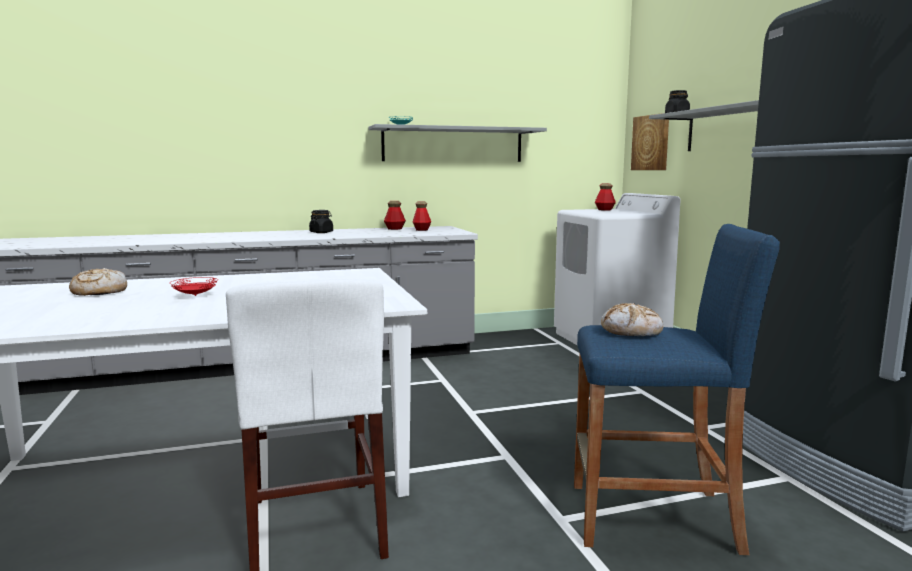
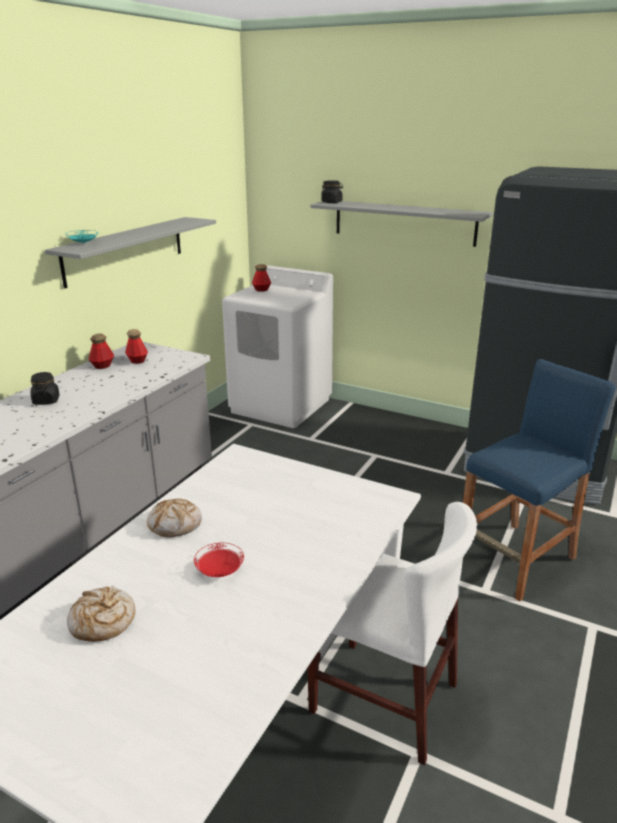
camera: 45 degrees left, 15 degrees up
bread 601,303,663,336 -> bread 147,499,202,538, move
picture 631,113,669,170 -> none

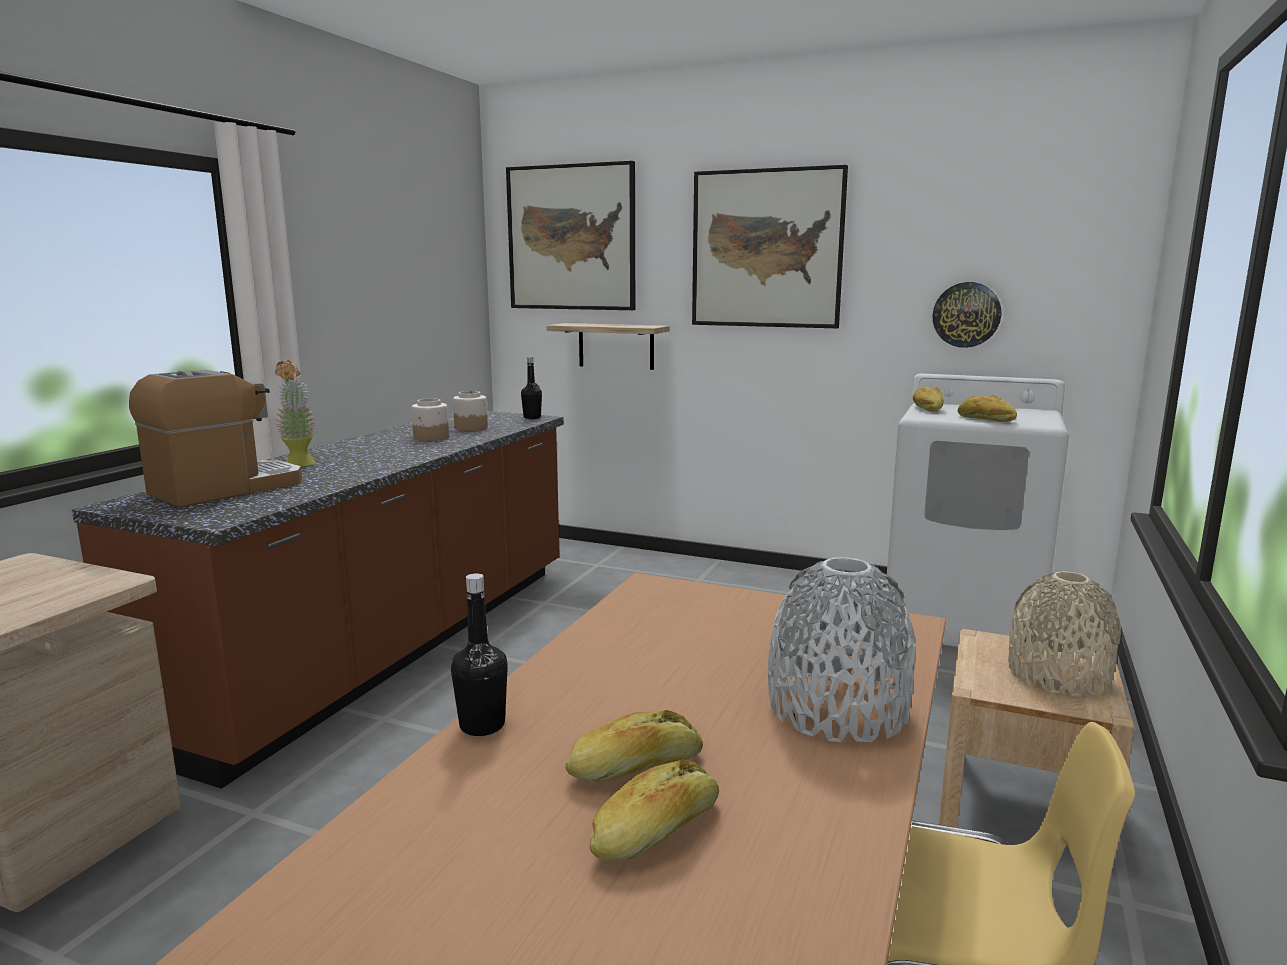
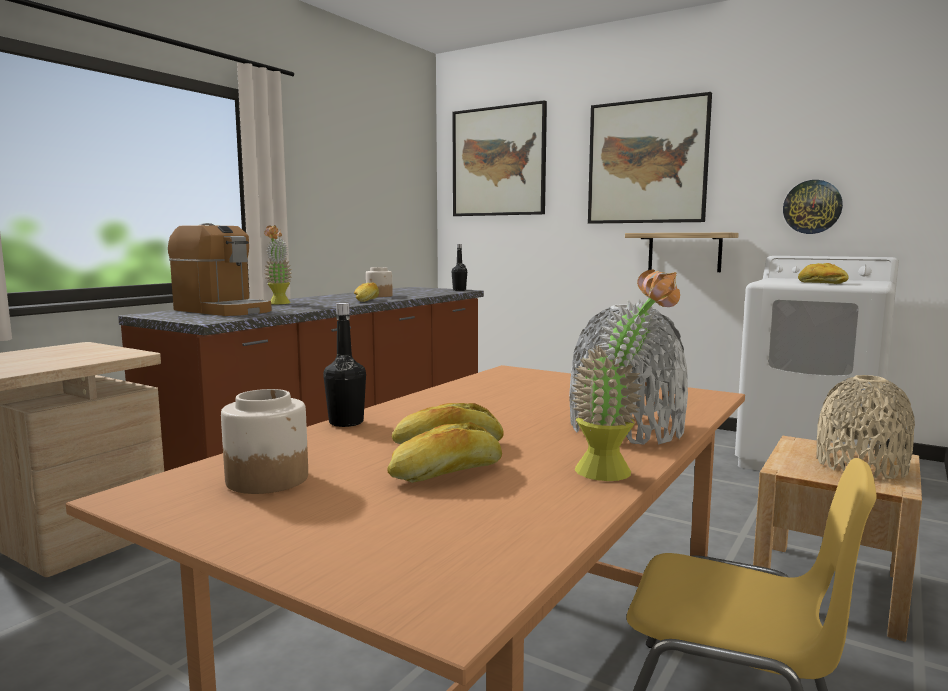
camera: 10 degrees right, 5 degrees down
coffee machine 129,370,302,508 -> coffee machine 168,223,272,316, 75 degrees clockwise
jar 453,391,488,431 -> jar 221,389,308,494, move
shelf 546,323,669,370 -> shelf 625,233,739,272, move
bread 913,387,944,412 -> bread 354,283,379,302, move
none -> potted plant 571,270,680,481

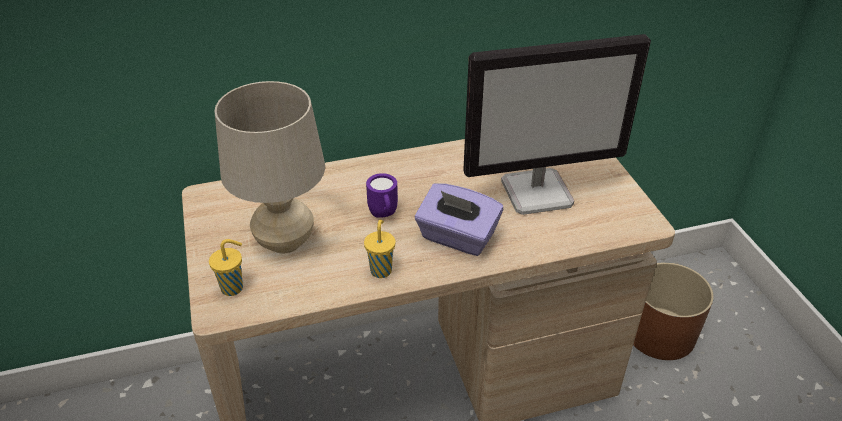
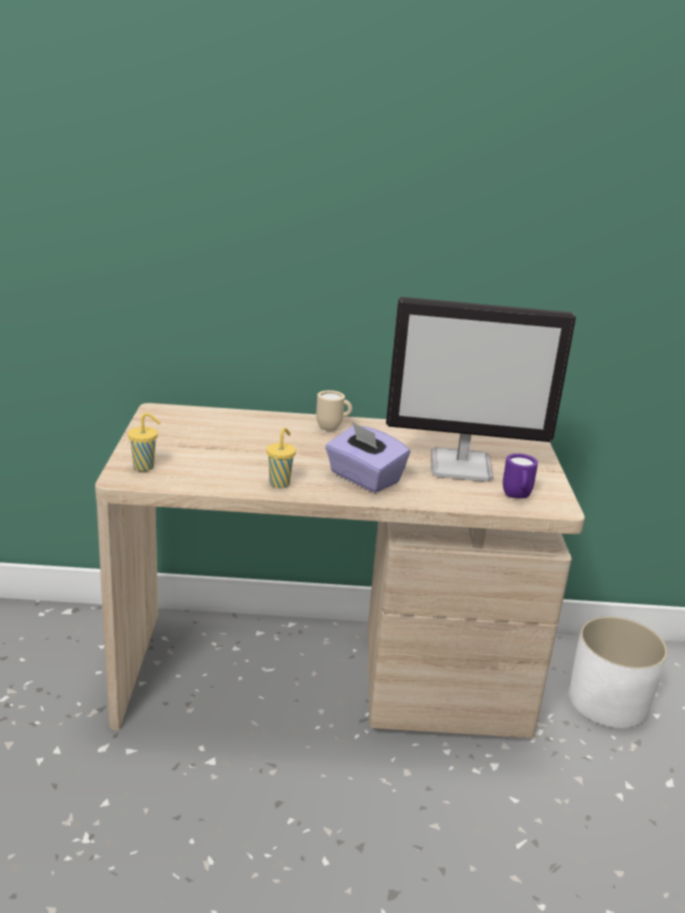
camera: 15 degrees right, 15 degrees down
beige table lamp 214,81,325,254 -> none
purple mug 366,173,398,218 -> purple mug 503,453,538,498, move
brown planter 633,262,714,360 -> white planter 569,616,668,729
none -> beige mug 316,390,352,431

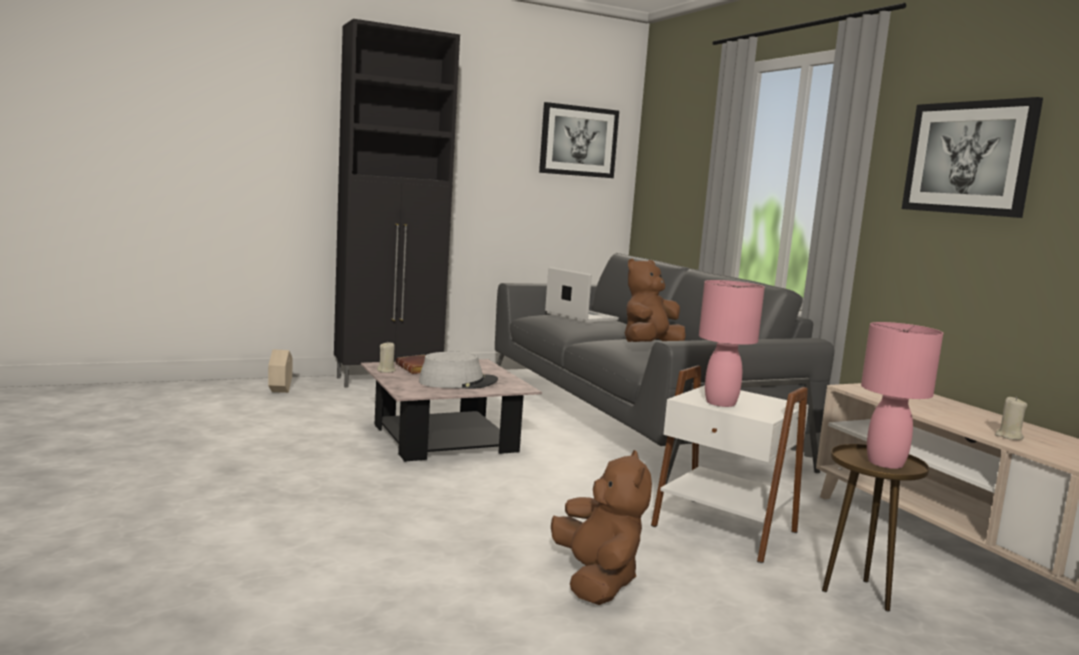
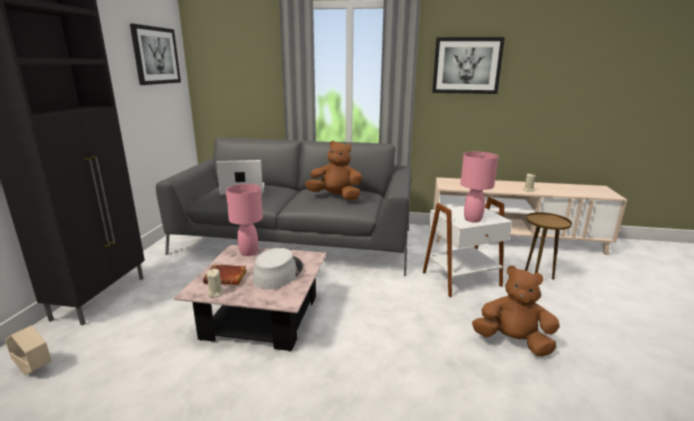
camera: 55 degrees left, 10 degrees up
brown plush toy 625,259,686,342 -> brown plush toy 305,141,362,200, 120 degrees clockwise
pink table lamp 861,322,943,469 -> pink table lamp 226,184,263,256, move

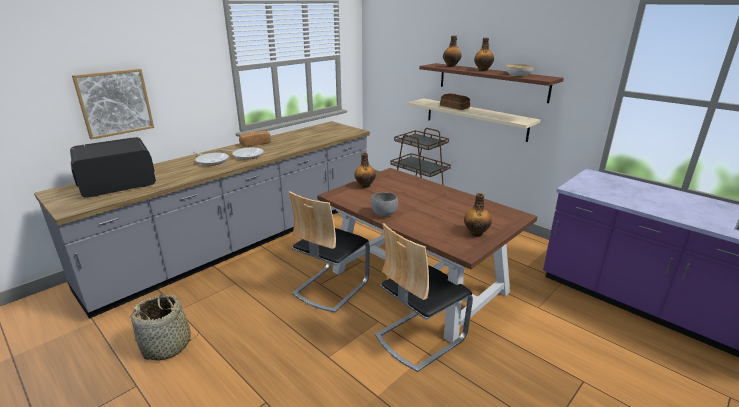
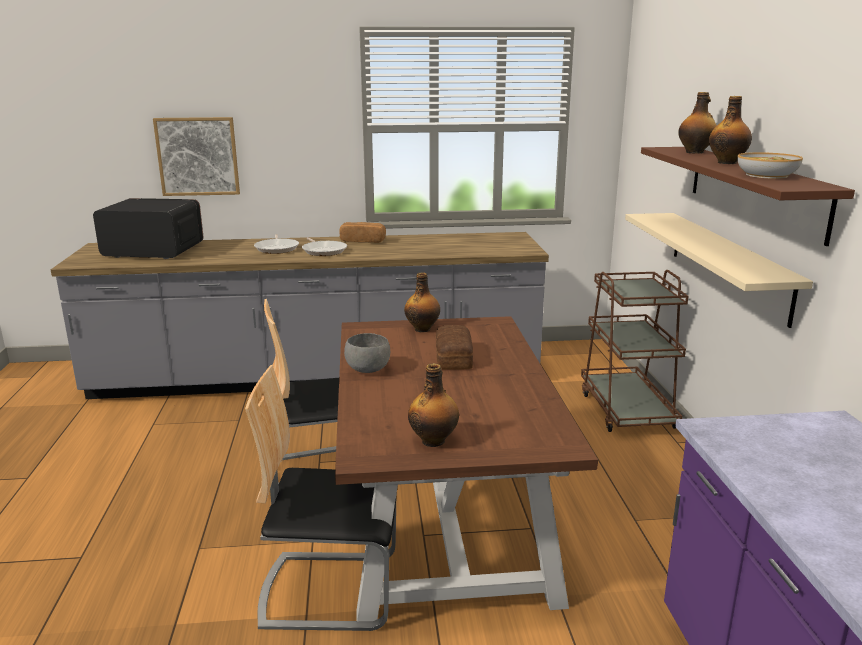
camera: 40 degrees right, 5 degrees down
basket 130,294,198,361 -> none
bread 440,93,470,110 -> bread 436,325,473,369, move

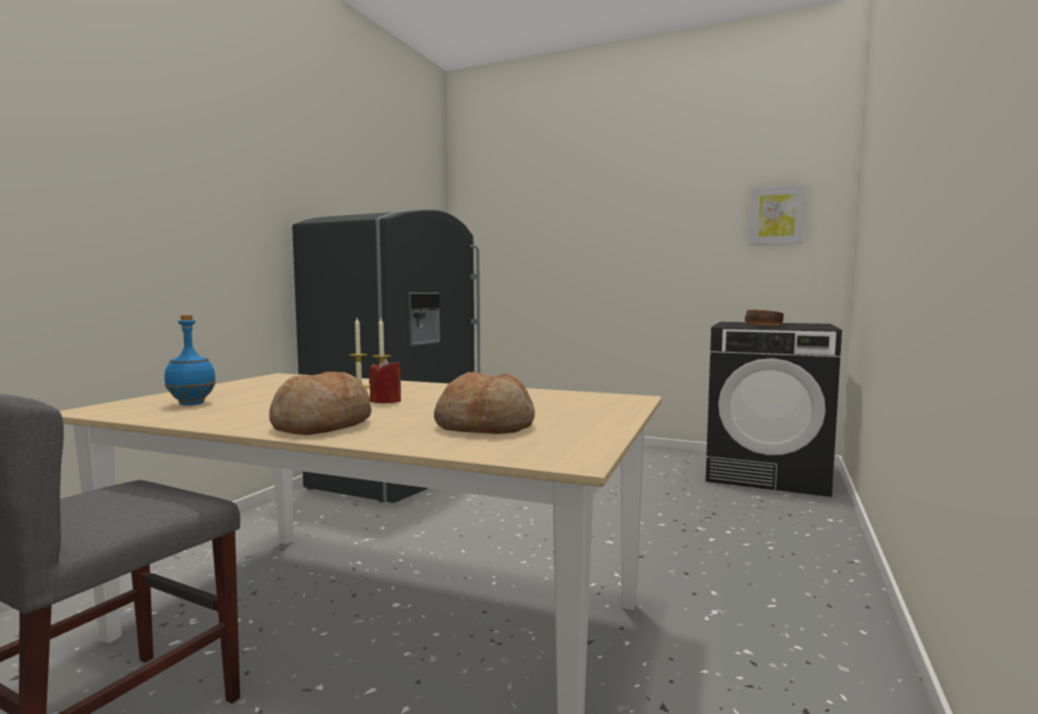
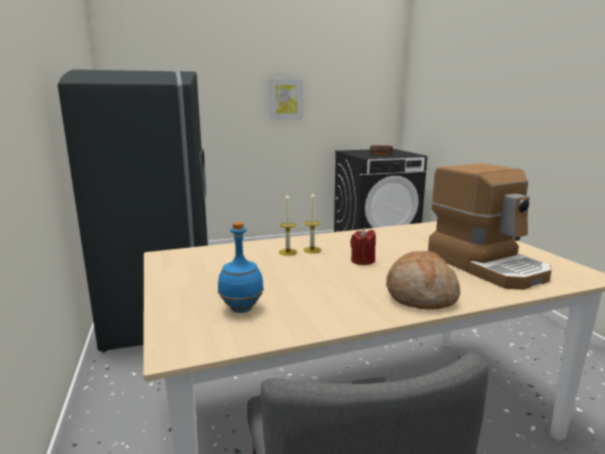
camera: 40 degrees left, 10 degrees up
bread 434,372,535,434 -> coffee machine 428,164,551,290
picture 749,184,806,245 -> picture 269,79,303,119, move

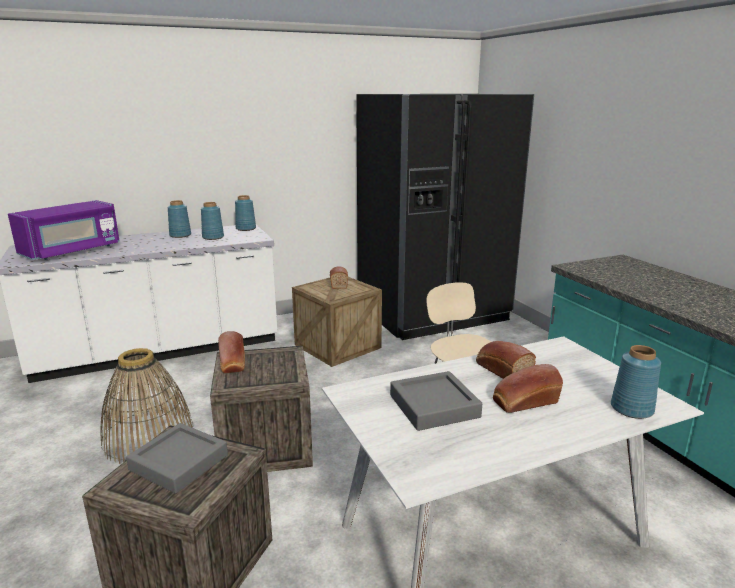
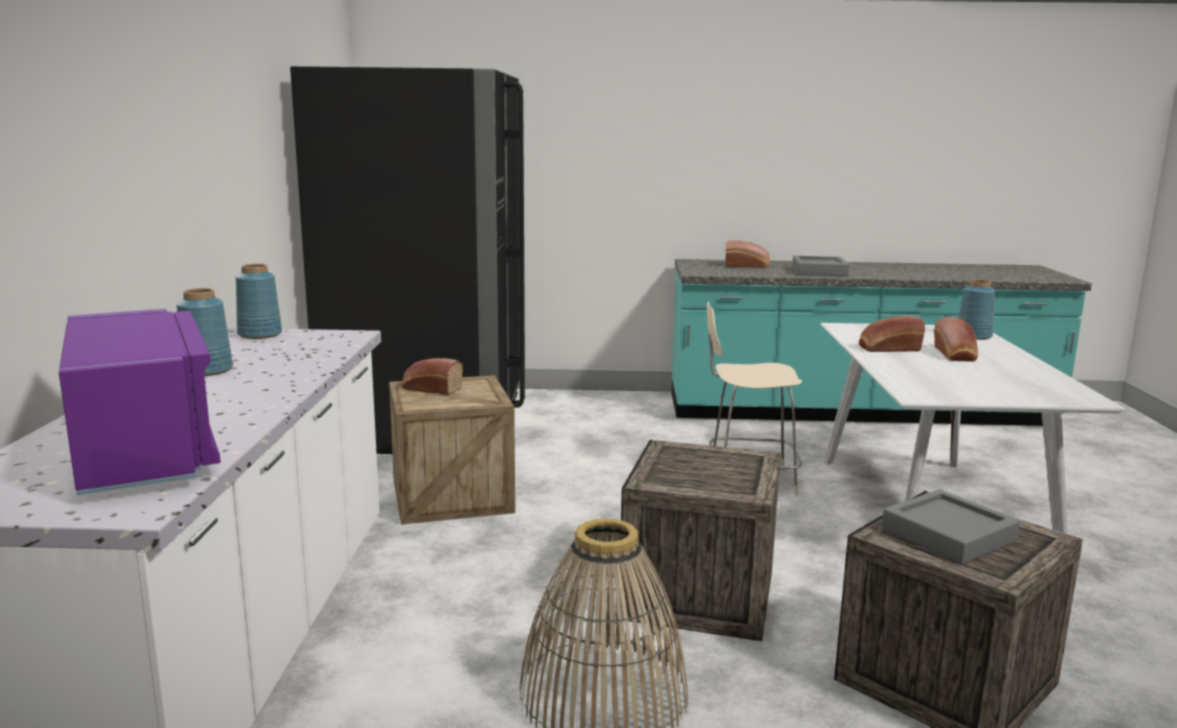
camera: 65 degrees left, 5 degrees down
blue vase 201,202,224,240 -> none
bread 218,331,245,373 -> bread 725,240,770,268, move
grey tray 390,371,482,431 -> grey tray 792,256,850,276, move

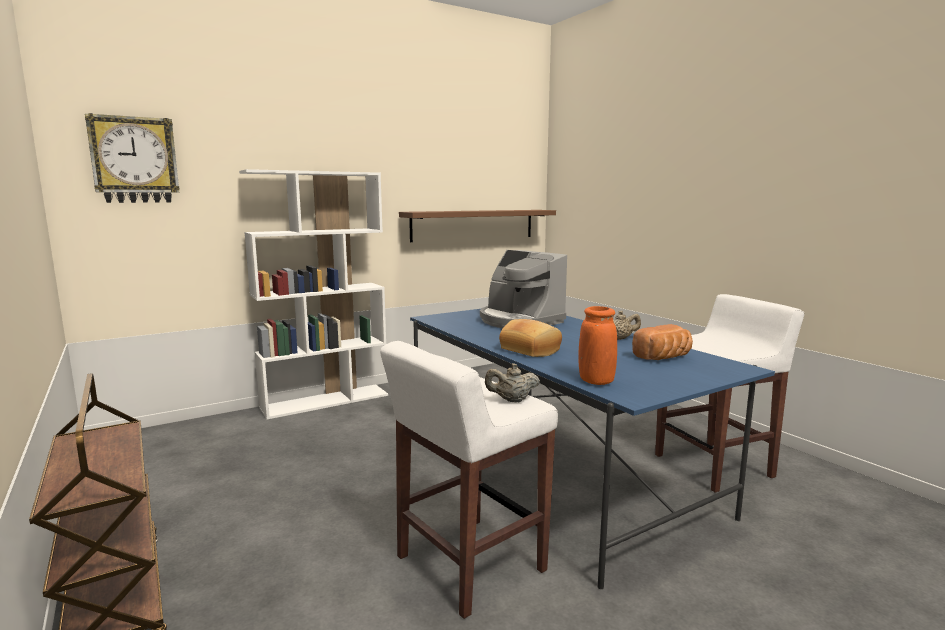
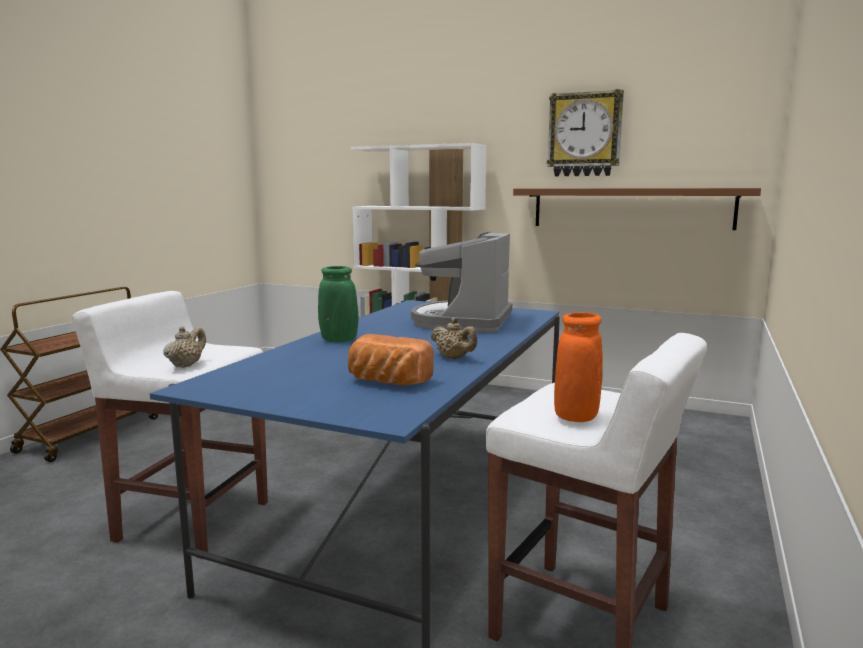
camera: 55 degrees right, 0 degrees up
wall clock 85,113,180,203 -> wall clock 547,89,624,176, move
beige teapot 485,363,540,402 -> beige teapot 164,326,206,368, 60 degrees clockwise
bread 499,319,562,357 -> green vase 318,266,358,342
orange vase 578,306,617,385 -> orange vase 554,312,603,422, move

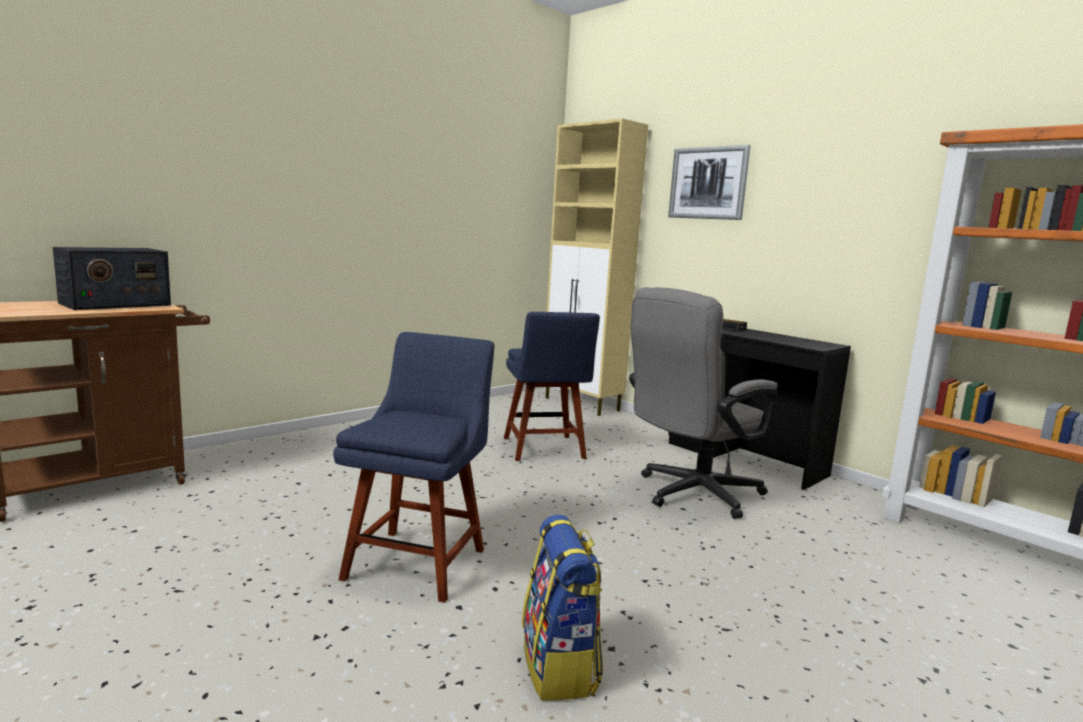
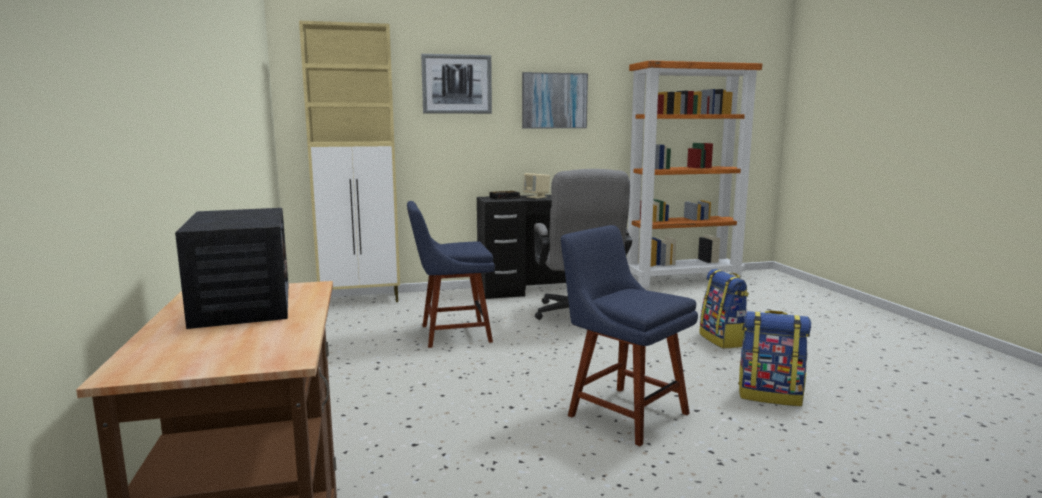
camera: 60 degrees left, 0 degrees up
blue chair 504,312,600,461 -> blue chair 407,201,495,348, 150 degrees clockwise
none -> picture 522,72,588,128
none -> beige speaker 523,173,550,199
none -> backpack 699,269,749,349

